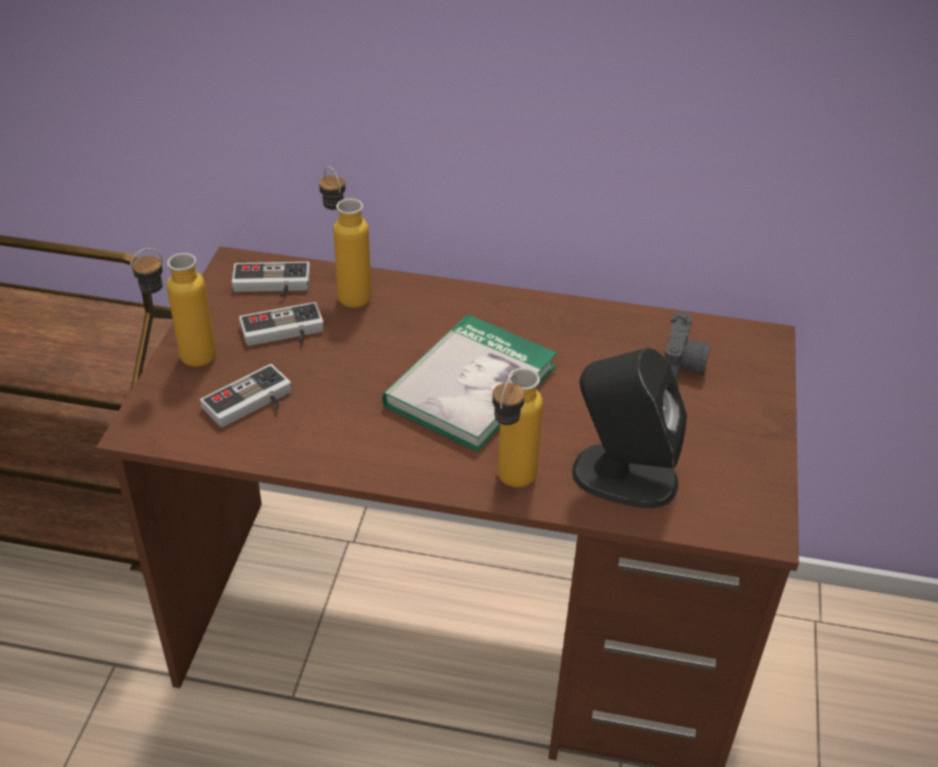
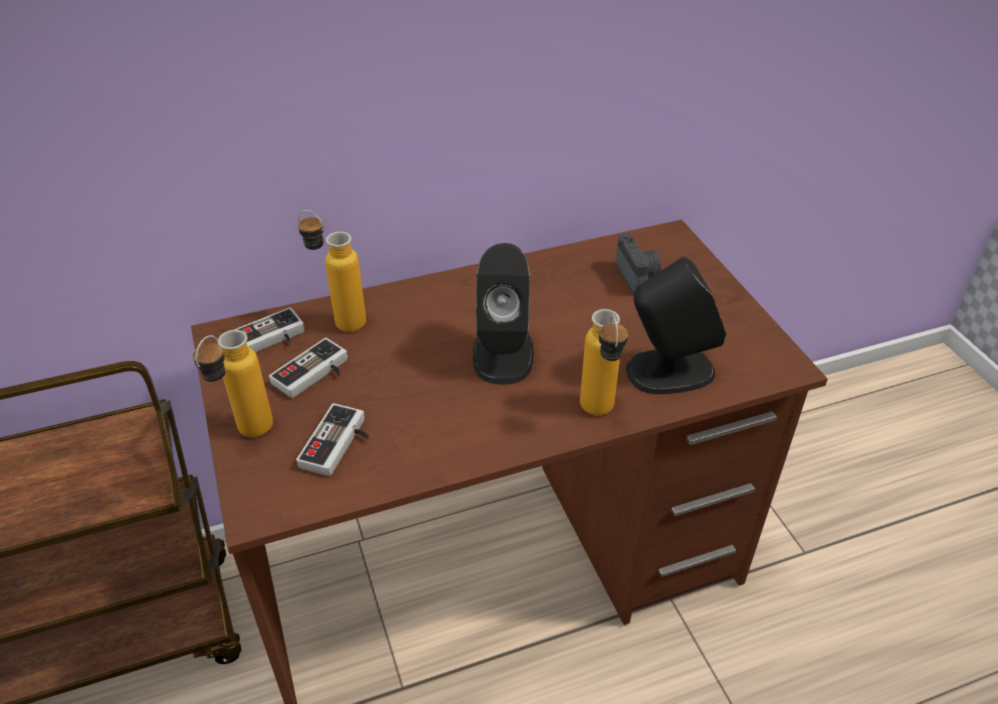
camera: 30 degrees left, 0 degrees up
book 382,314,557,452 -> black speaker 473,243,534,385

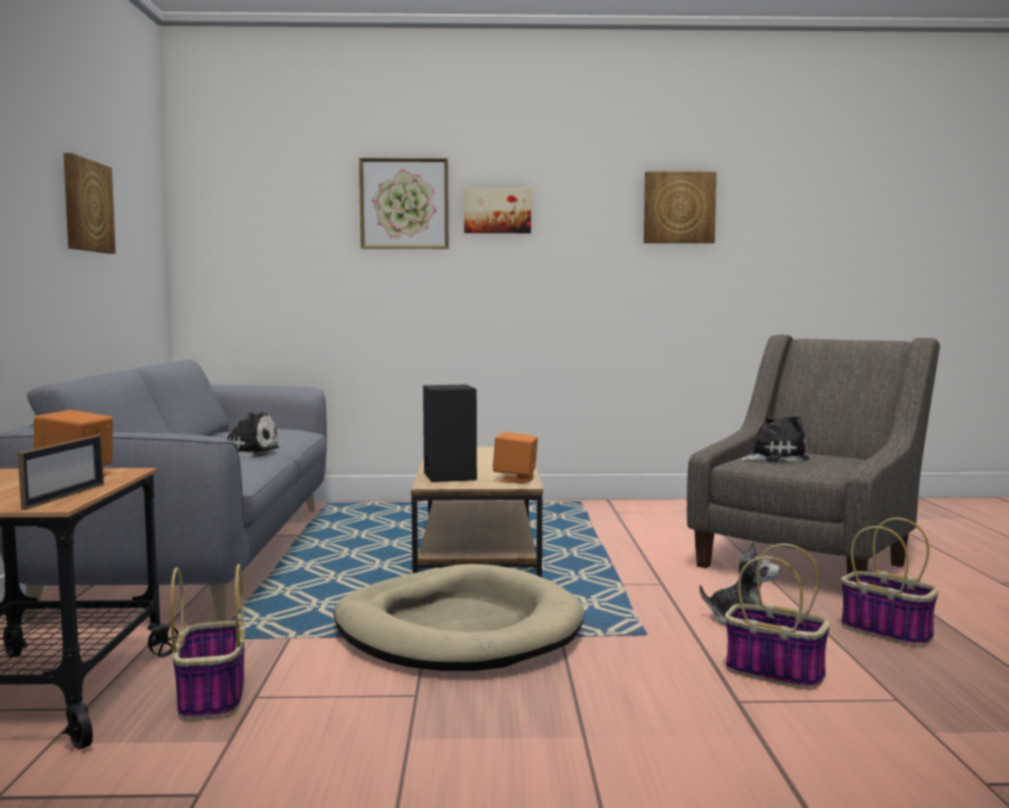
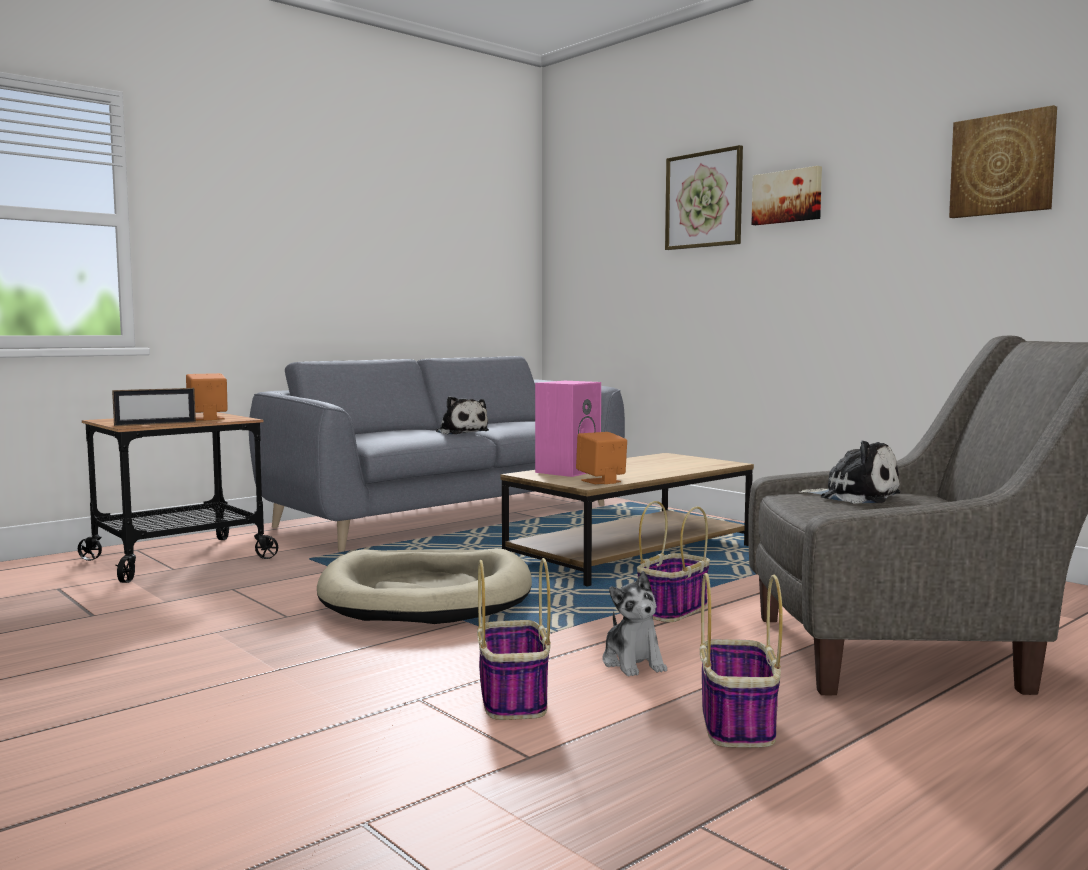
camera: 50 degrees right, 0 degrees up
picture 64,153,116,254 -> none
basket 170,564,245,720 -> basket 637,501,710,622, move
black speaker 423,384,477,482 -> pink speaker 535,381,601,477

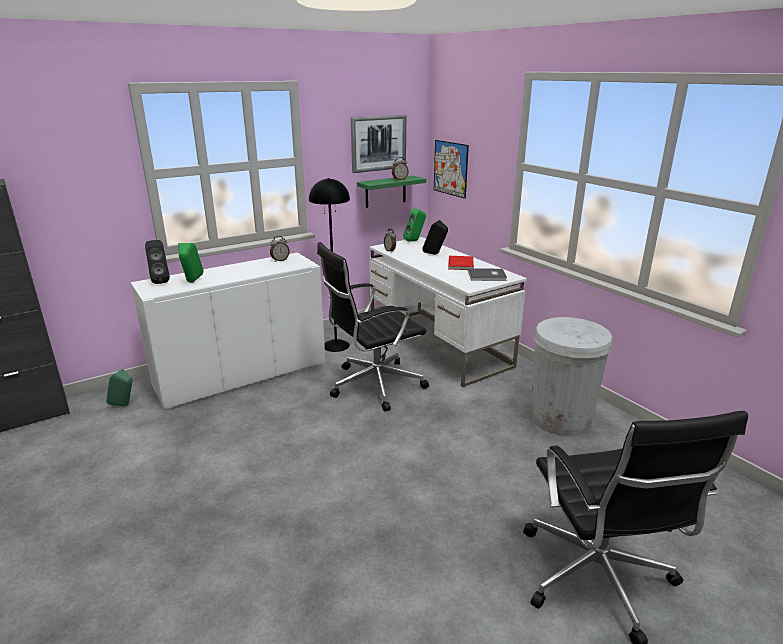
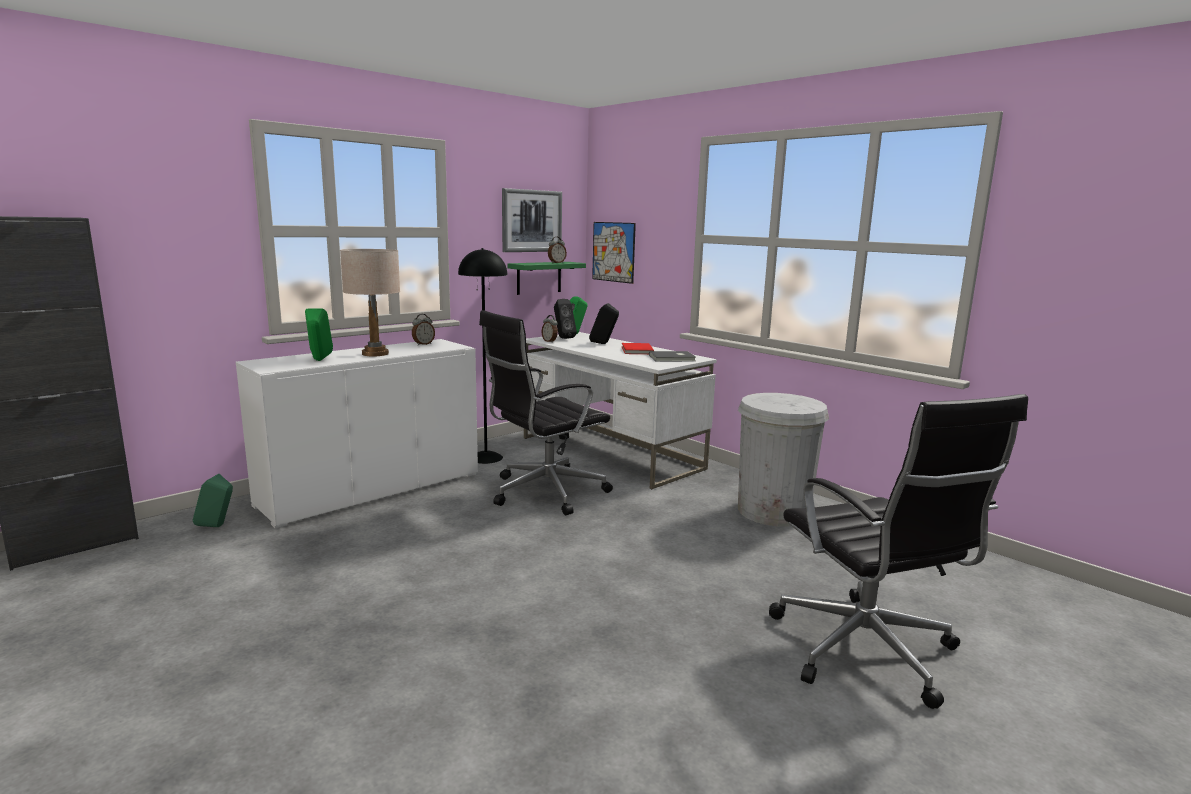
camera: 10 degrees left, 10 degrees down
black speaker 145,240,170,284 -> black speaker 554,299,577,339, move
none -> beige table lamp 340,249,400,356

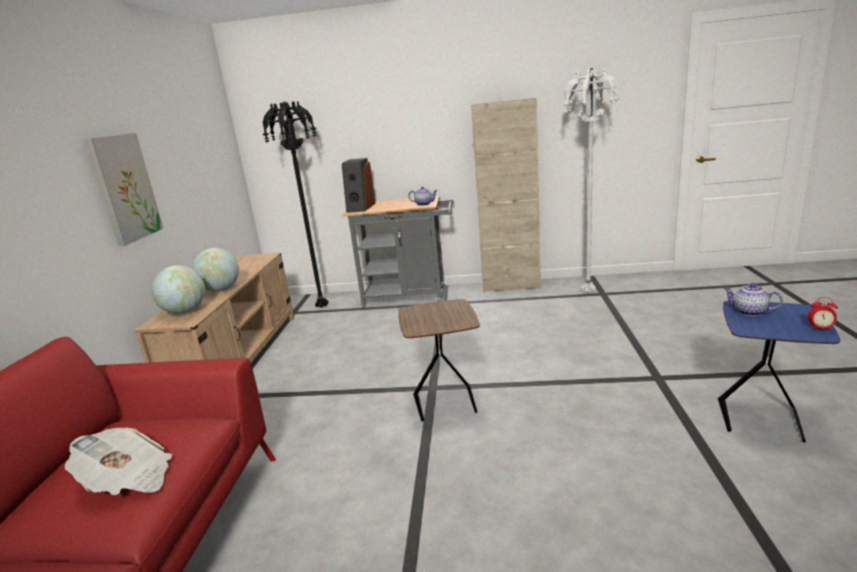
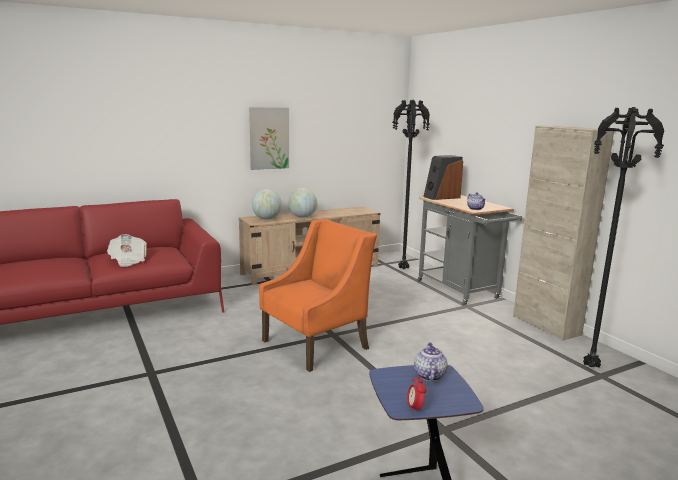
camera: 55 degrees right, 5 degrees down
brown side table 398,299,480,422 -> orange armchair 259,219,377,372
white floor lamp 563,68,619,293 -> black floor lamp 583,107,664,367

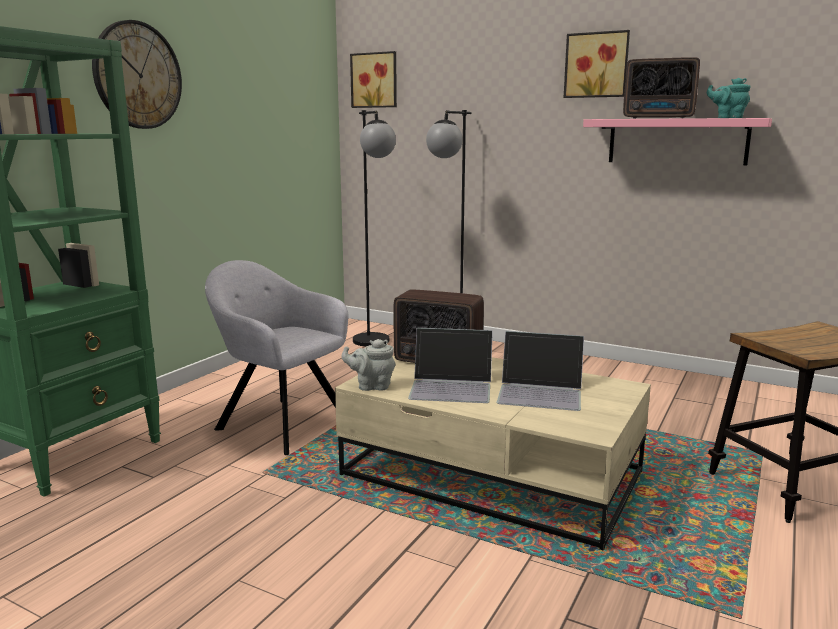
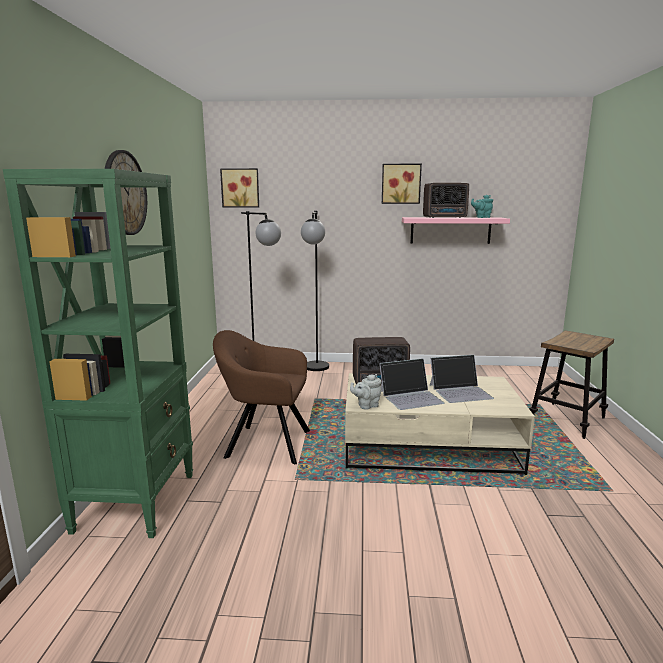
camera: 25 degrees left, 0 degrees up
grey armchair 205,260,349,455 -> brown armchair 213,330,310,464

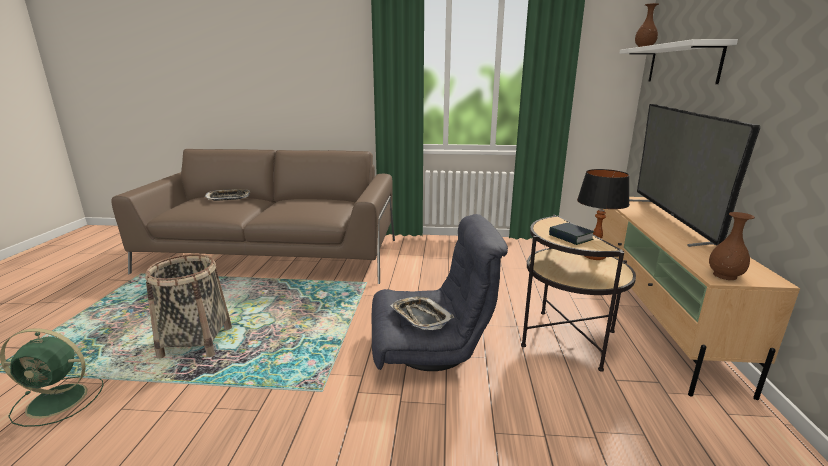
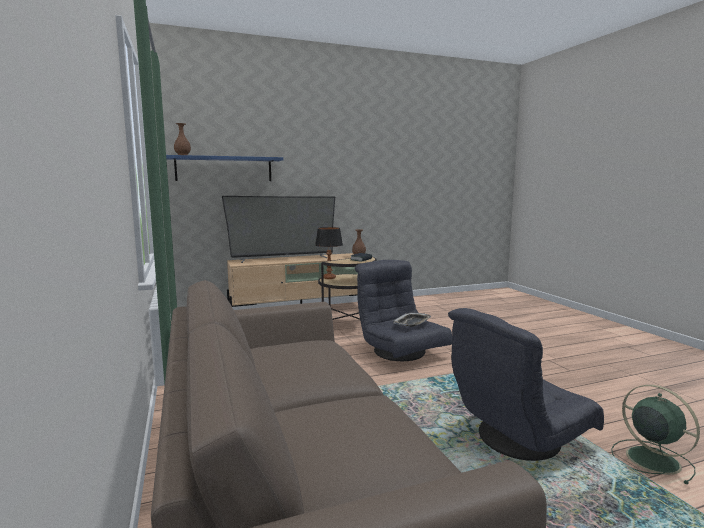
camera: 115 degrees left, 10 degrees down
basket 145,254,232,359 -> grey armchair 448,308,604,461
tray 205,189,250,201 -> none
white shelf 619,39,738,84 -> blue shelf 166,155,283,181

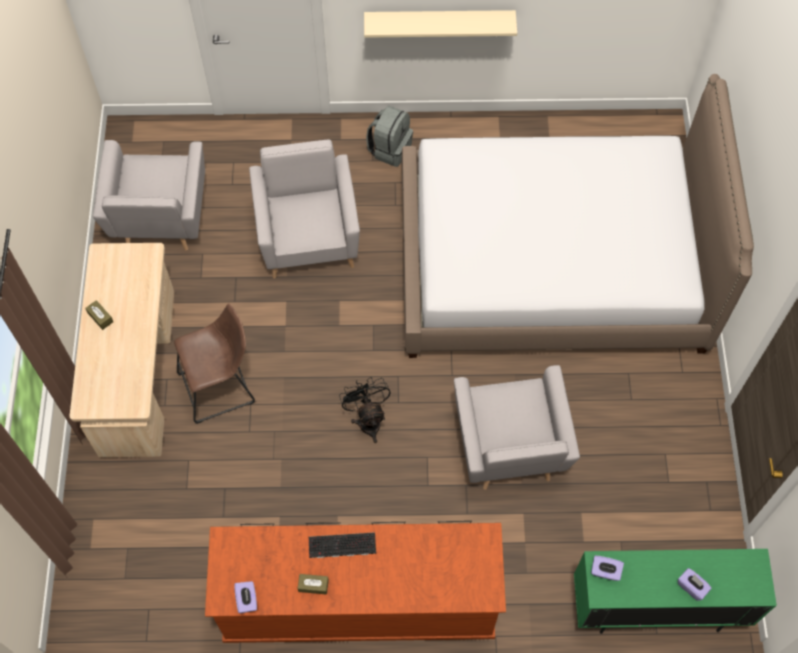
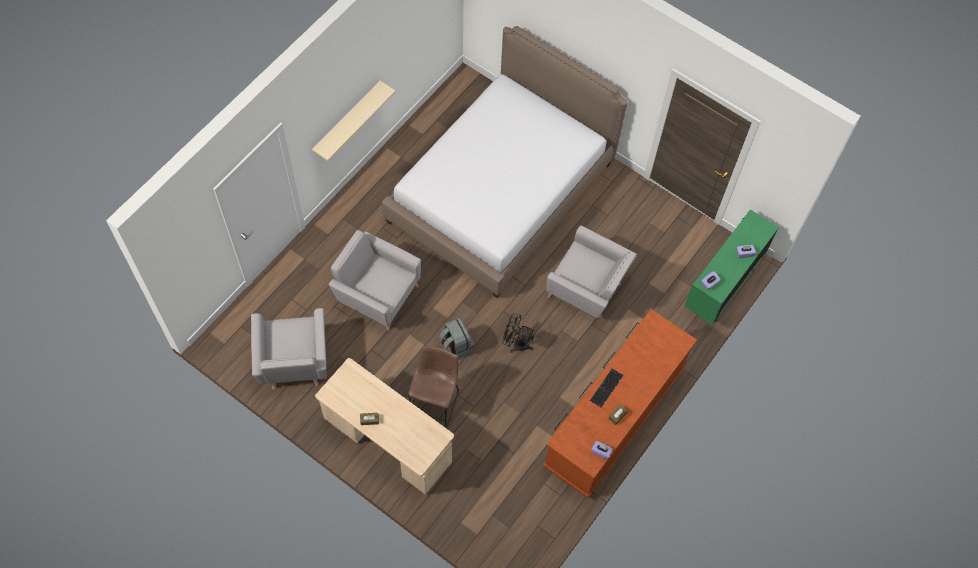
camera: 55 degrees left, 0 degrees up
grey armchair 93,140,205,250 -> grey armchair 251,308,327,390, 45 degrees clockwise
grey backpack 366,106,413,167 -> grey backpack 439,318,474,358, move

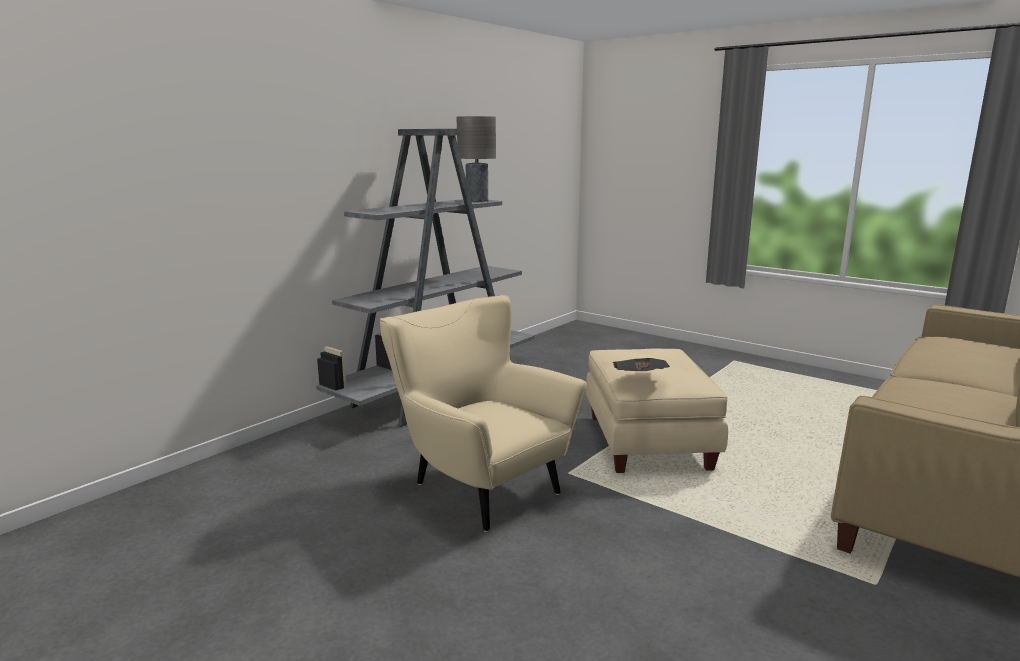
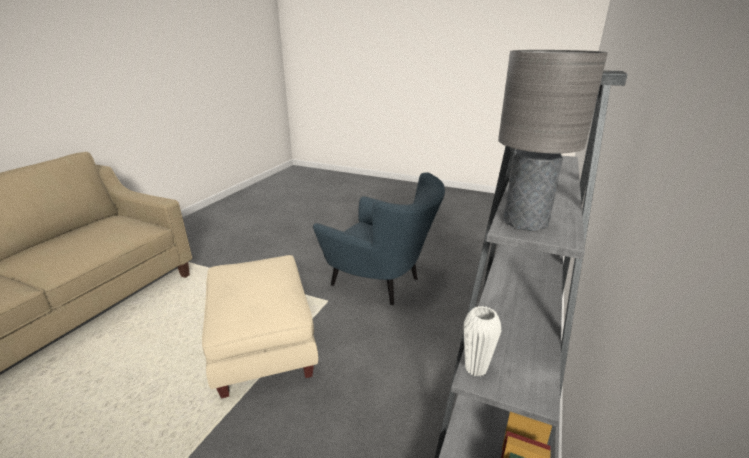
camera: 165 degrees right, 10 degrees up
beige armchair 380,295,587,532 -> blue armchair 313,172,445,306
newspaper 613,358,670,371 -> none
none -> white vase 464,306,501,377

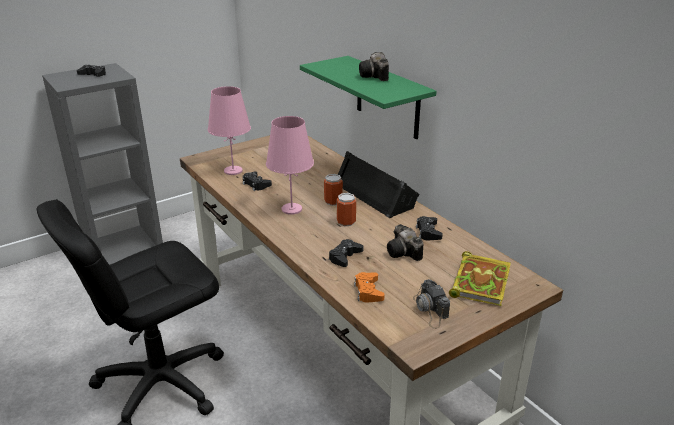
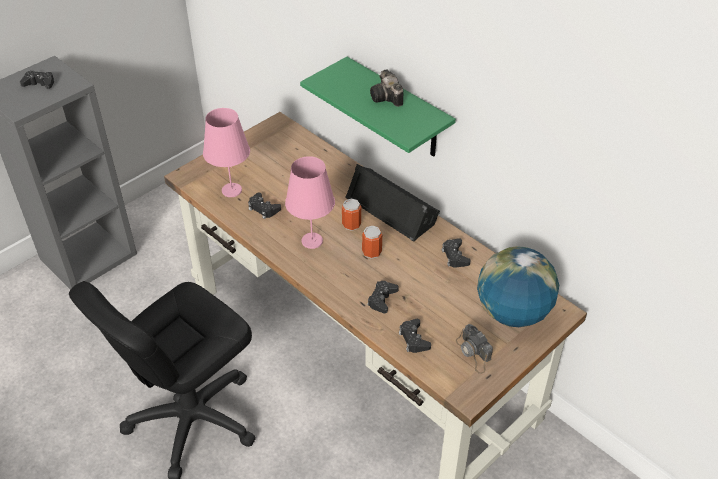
camera: 10 degrees left, 15 degrees up
orange game controller 354,272,385,303 -> black game controller 399,319,431,353
photo camera 387,224,423,261 -> none
book 449,251,511,306 -> globe 477,246,559,327

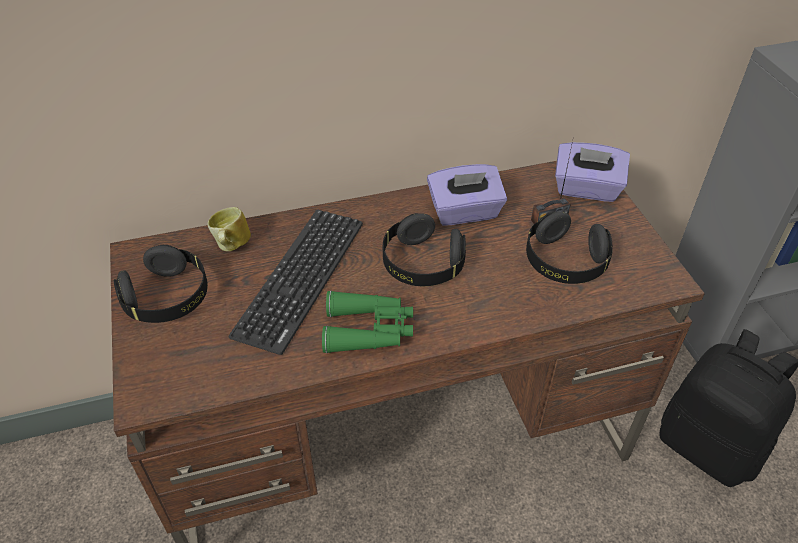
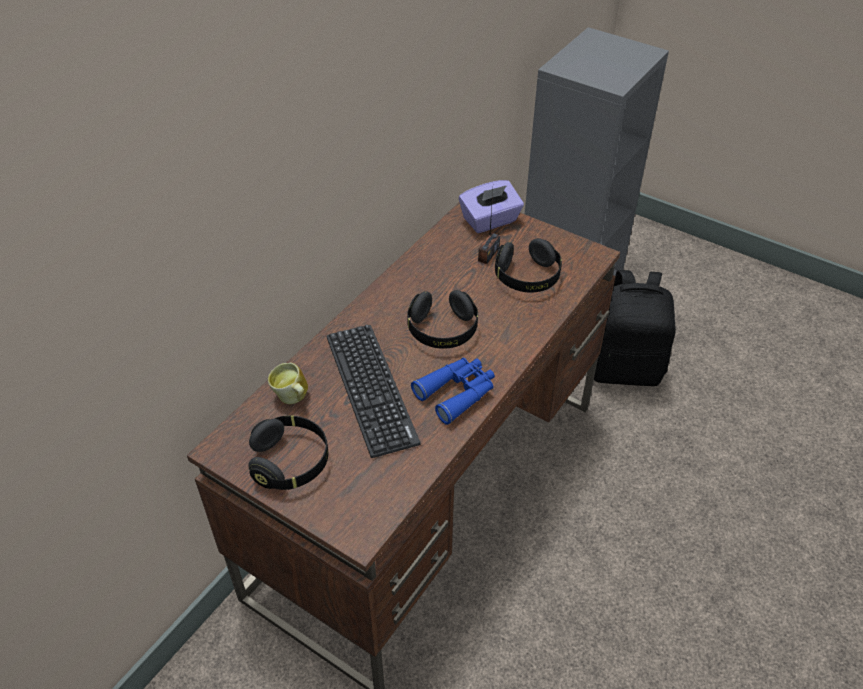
camera: 40 degrees left, 0 degrees up
green binoculars 322,291,413,353 -> blue binoculars 411,358,495,425
purple tissue box 427,164,507,226 -> none

